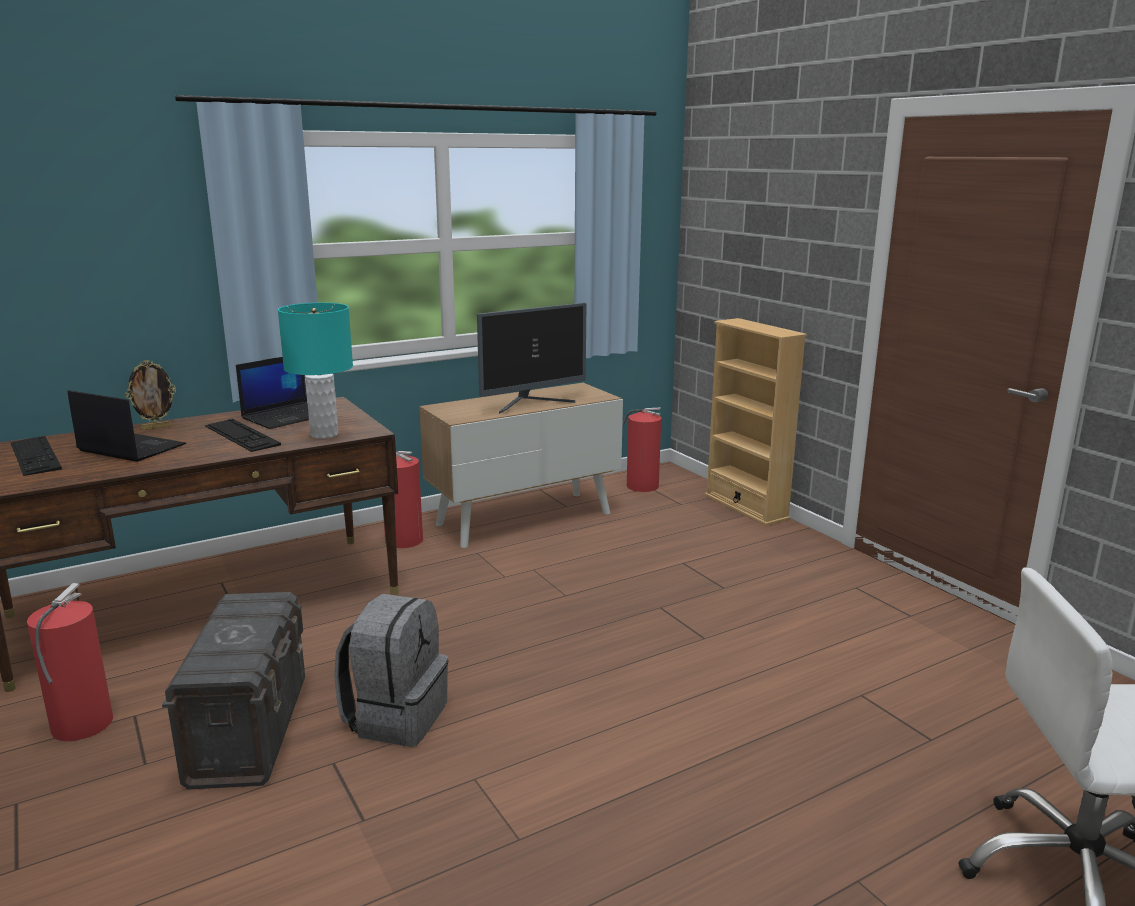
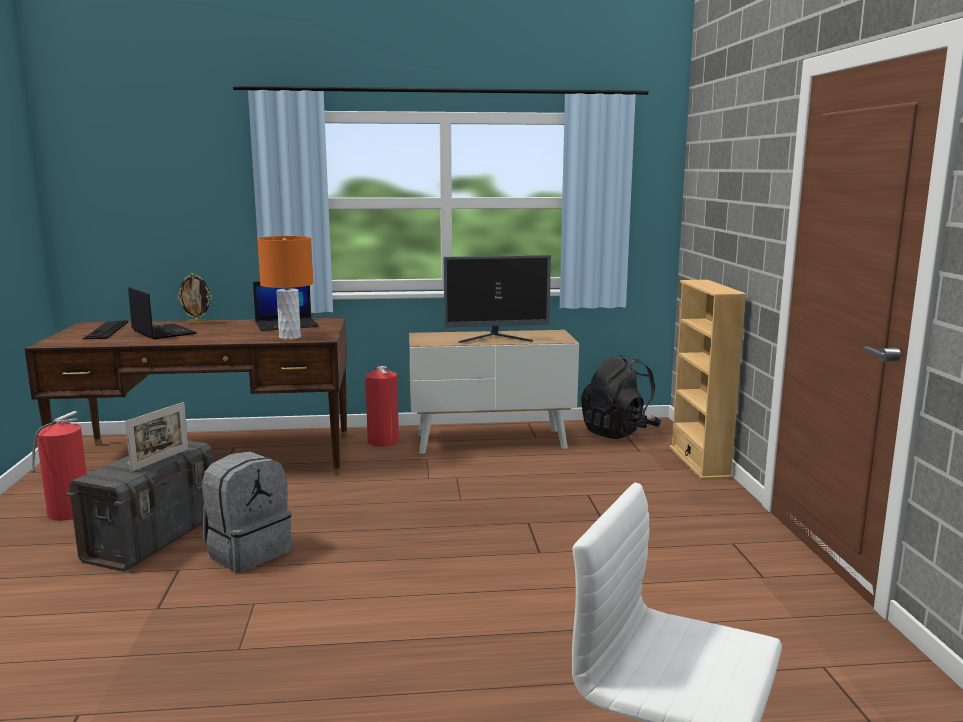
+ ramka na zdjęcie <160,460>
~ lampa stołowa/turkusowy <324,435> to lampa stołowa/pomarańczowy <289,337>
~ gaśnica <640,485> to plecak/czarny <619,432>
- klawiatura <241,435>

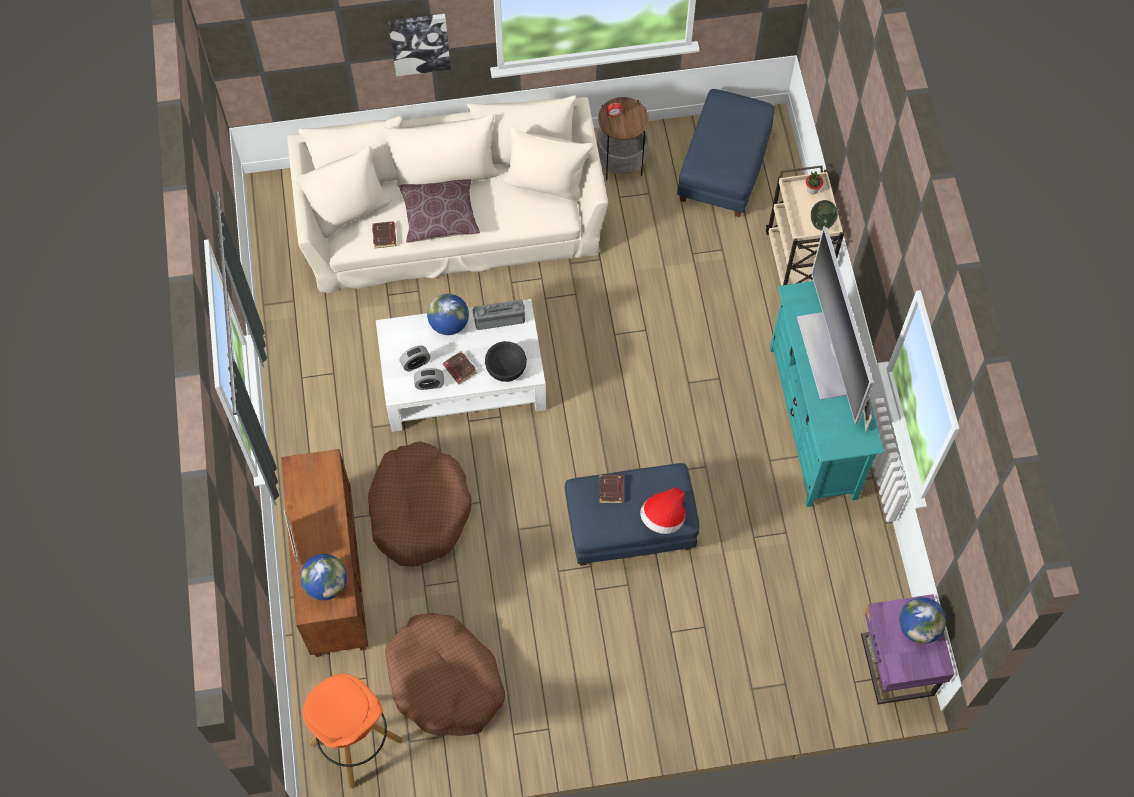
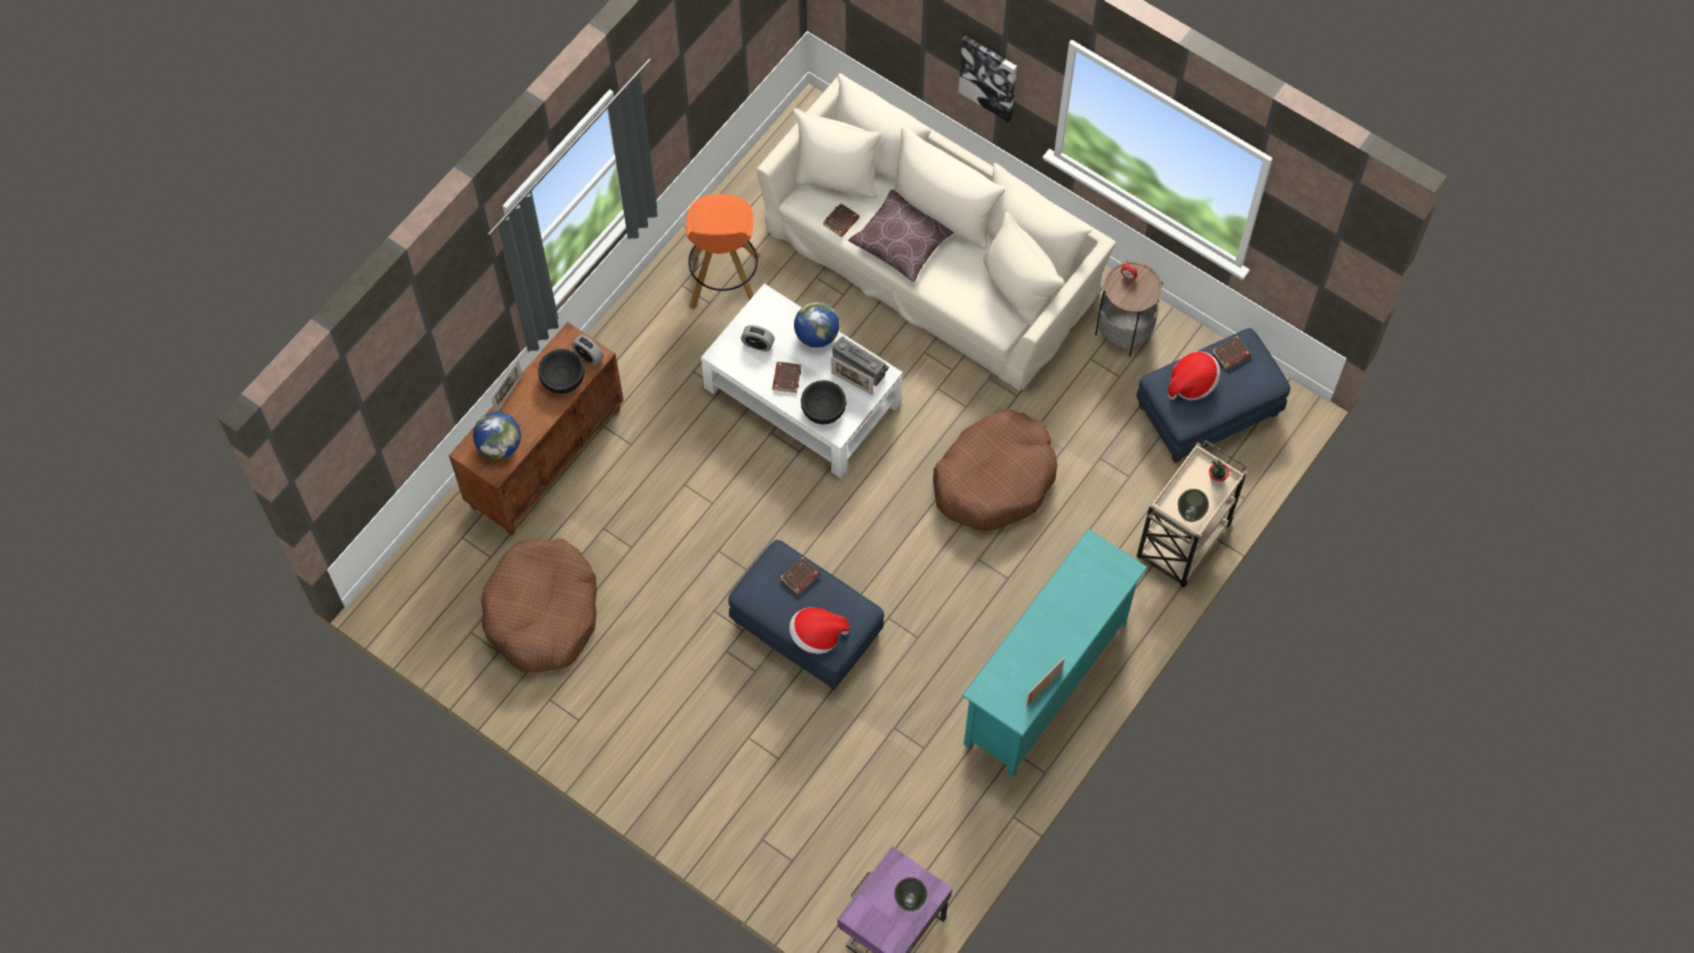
+ miska/czarny <563,378>
~ budzik <429,384> to <588,356>
~ stołek/pomarańczowy <357,743> to <724,283>
+ ramka na zdjęcie <852,384>
~ globus <918,627> to wazon <910,900>
~ legowisko/brązowy <419,509> to <994,478>
+ kapelusz <1191,383>
+ książka/brązowy <1231,355>
- telewizor <824,355>

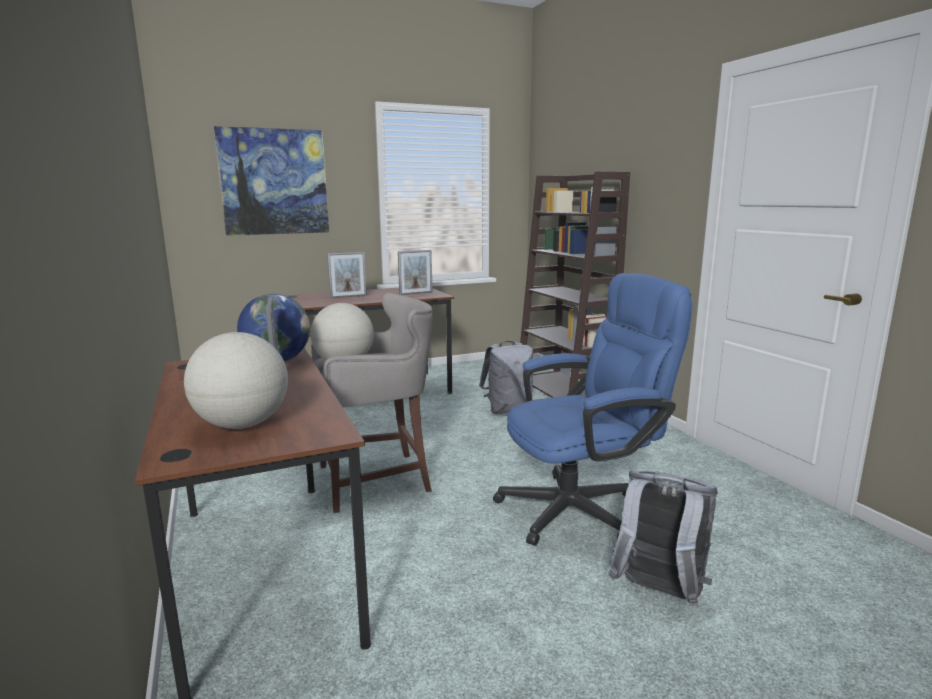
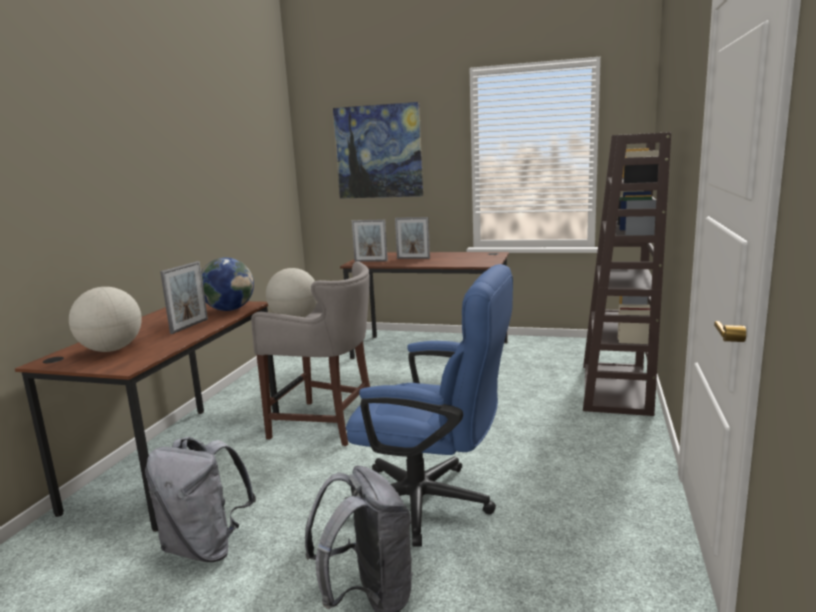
~ plecak/szary <508,410> to <206,547>
~ ramka na zdjęcie <416,293> to <371,261>

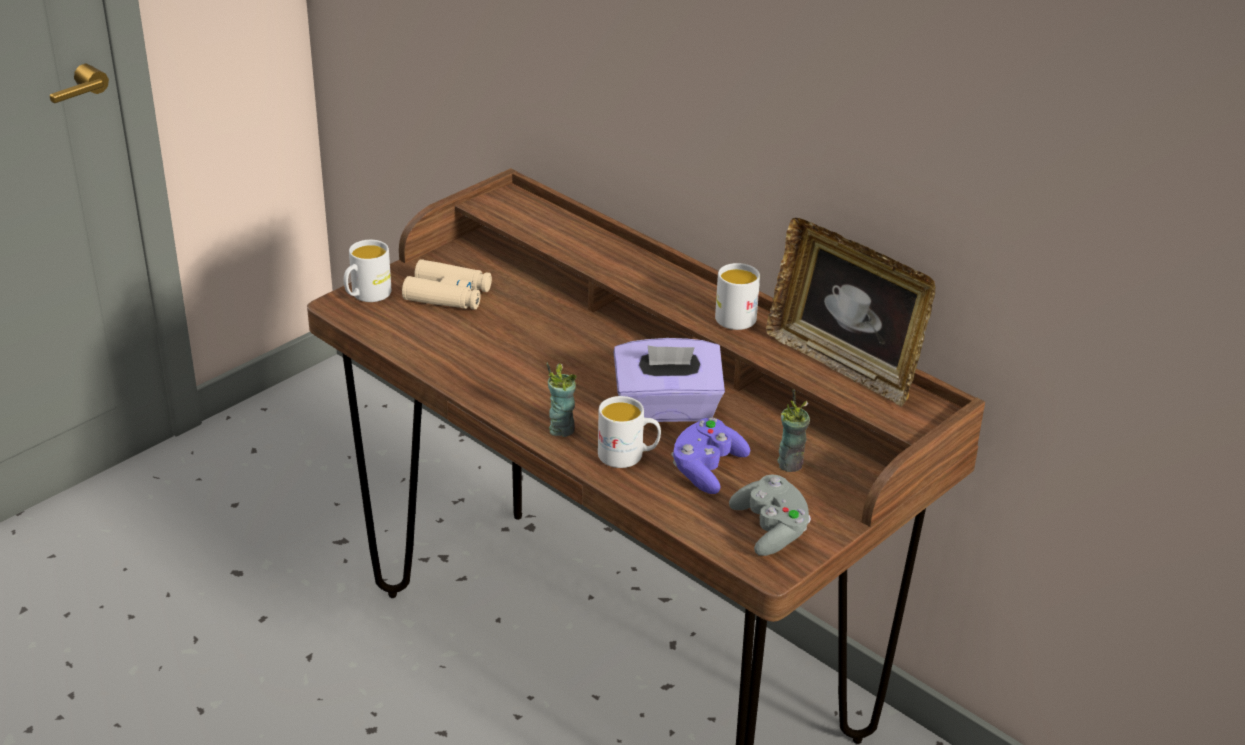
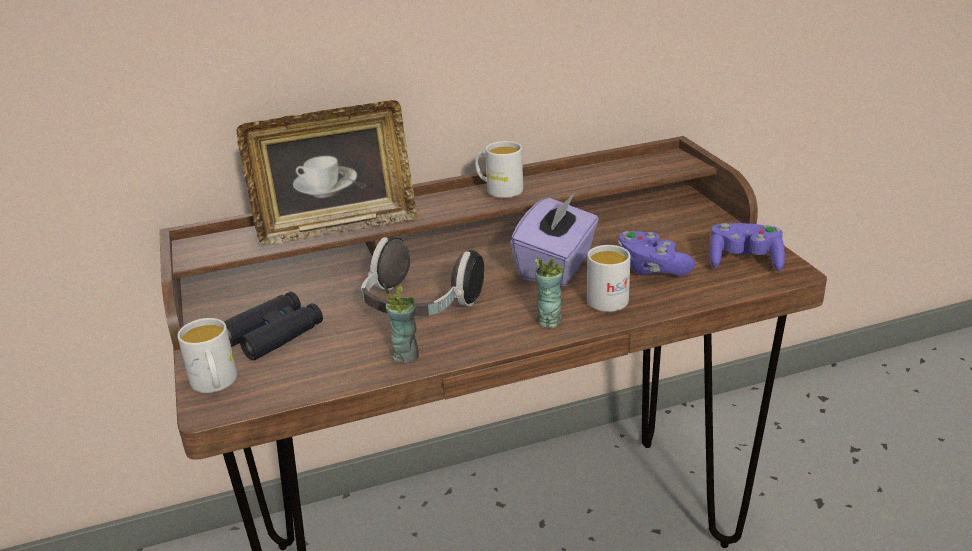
~ lornetka/beżowy <448,295> to lornetka/czarny <274,334>
~ ramka na zdjęcie <844,364> to <337,226>
+ słuchawki <419,307>
~ filiżanka <790,464> to <406,355>
~ pad do gier/szary <770,530> to pad do gier/fioletowy <744,261>

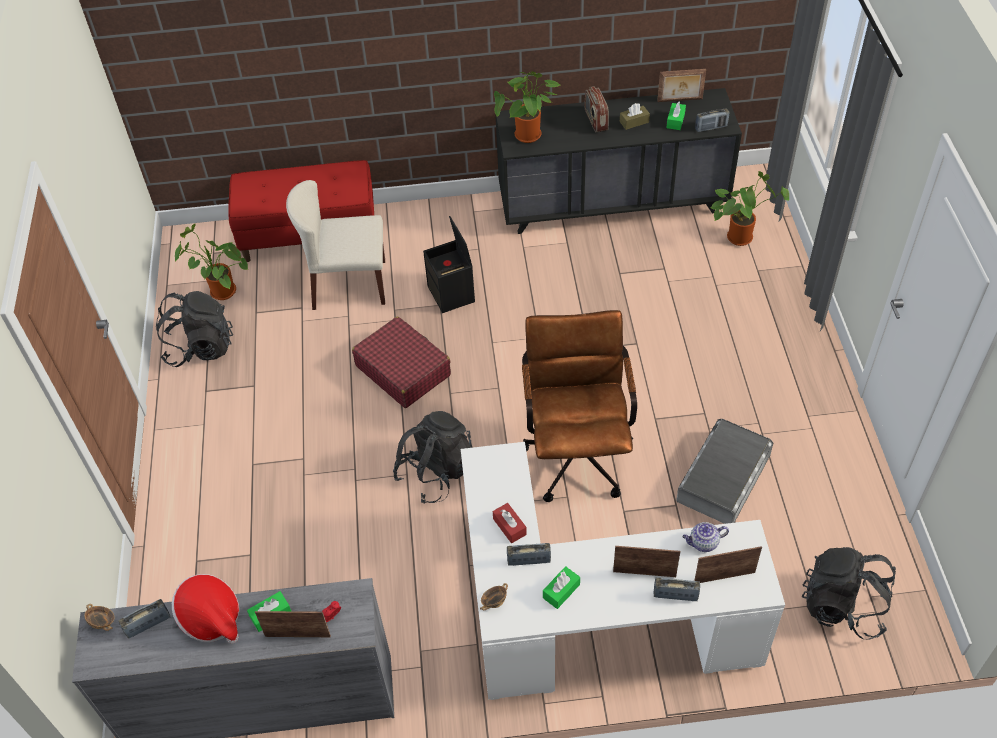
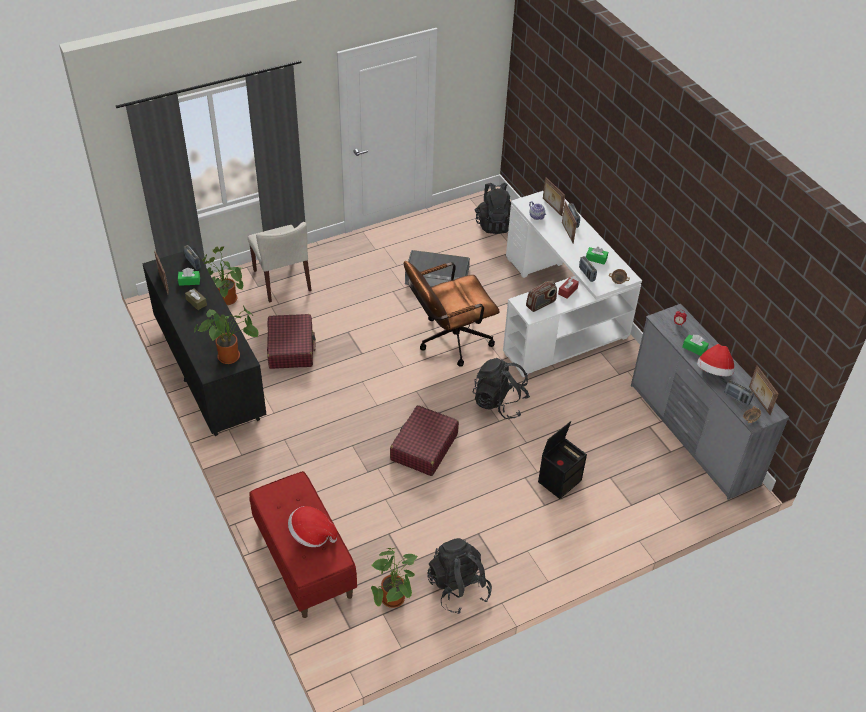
~ krzesło/beżowy <348,284> to <282,280>
+ walizka/czerwony <291,348>
+ kapelusz <312,534>
~ radio <595,120> to <541,304>
~ pojemnik do przechowywania/czarny <452,294> to <559,480>
~ ramka na zdjęcie <298,635> to <758,401>

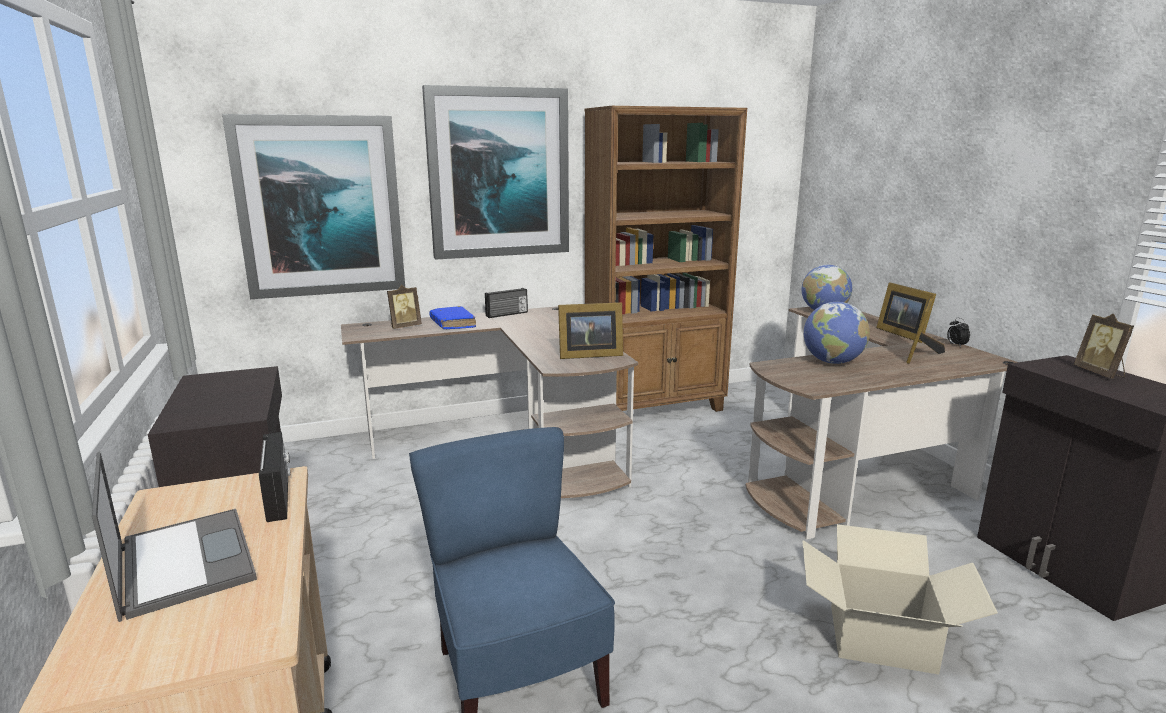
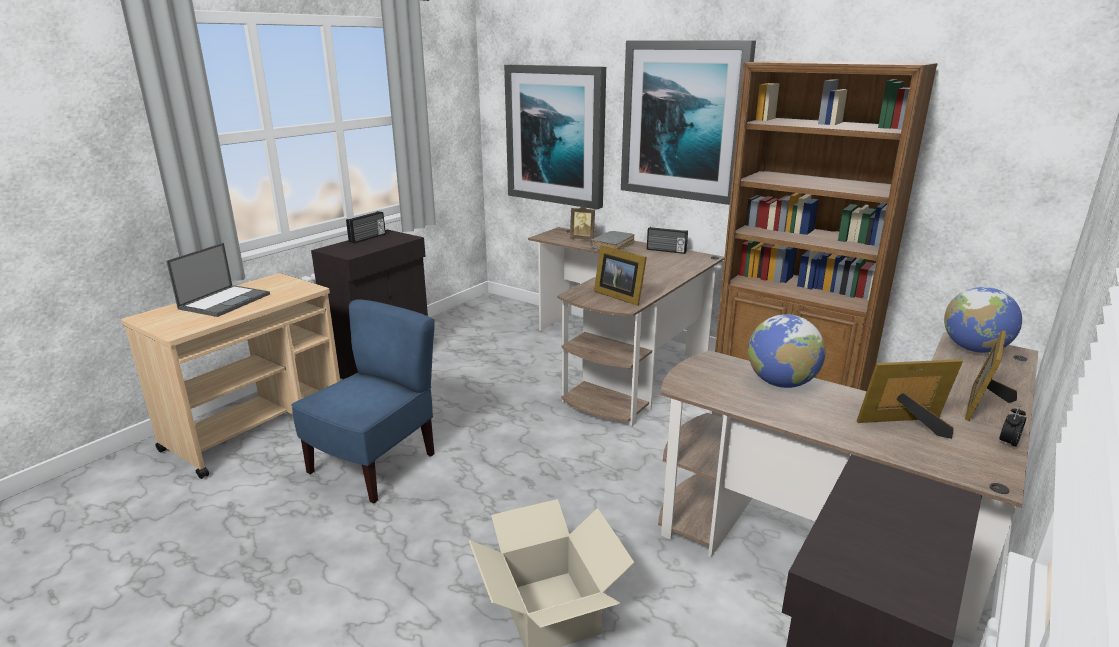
~ radio <280,497> to <368,238>
~ książka/niebieski <452,324> to książka/szary <612,246>
- ramka na zdjęcie <1100,373>

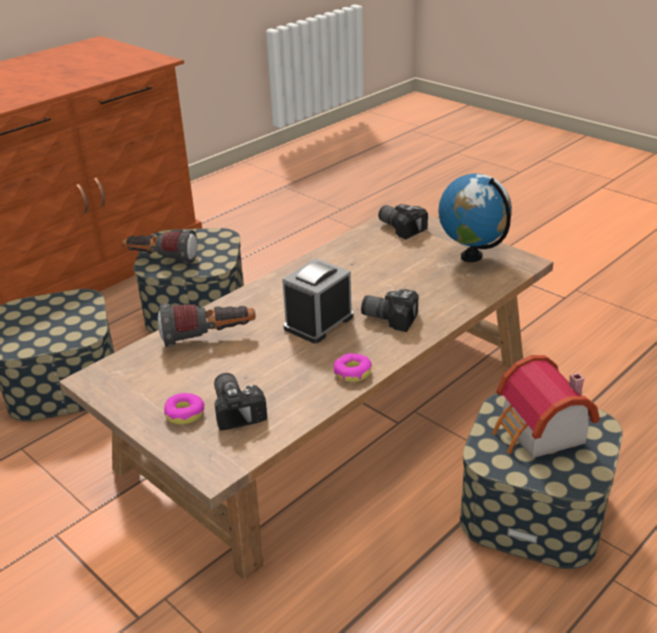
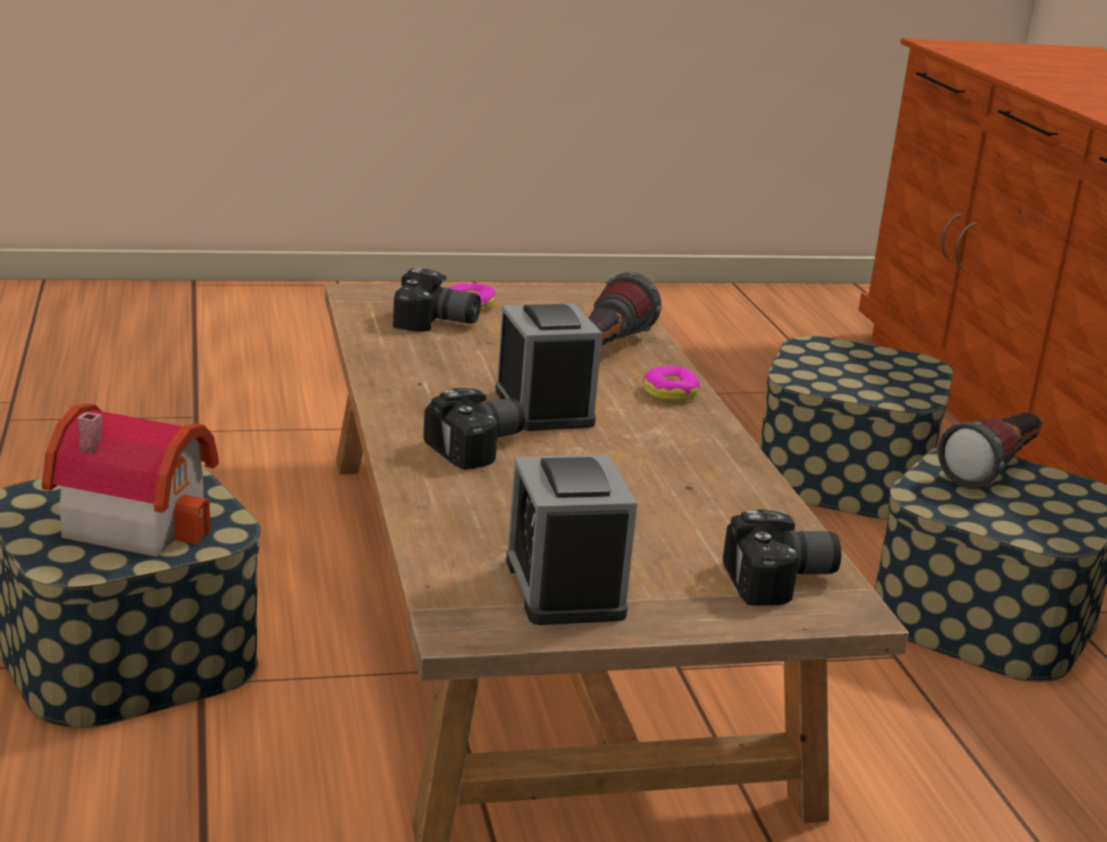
~ globus <472,256> to budzik <564,588>
~ donut <352,372> to <670,393>

